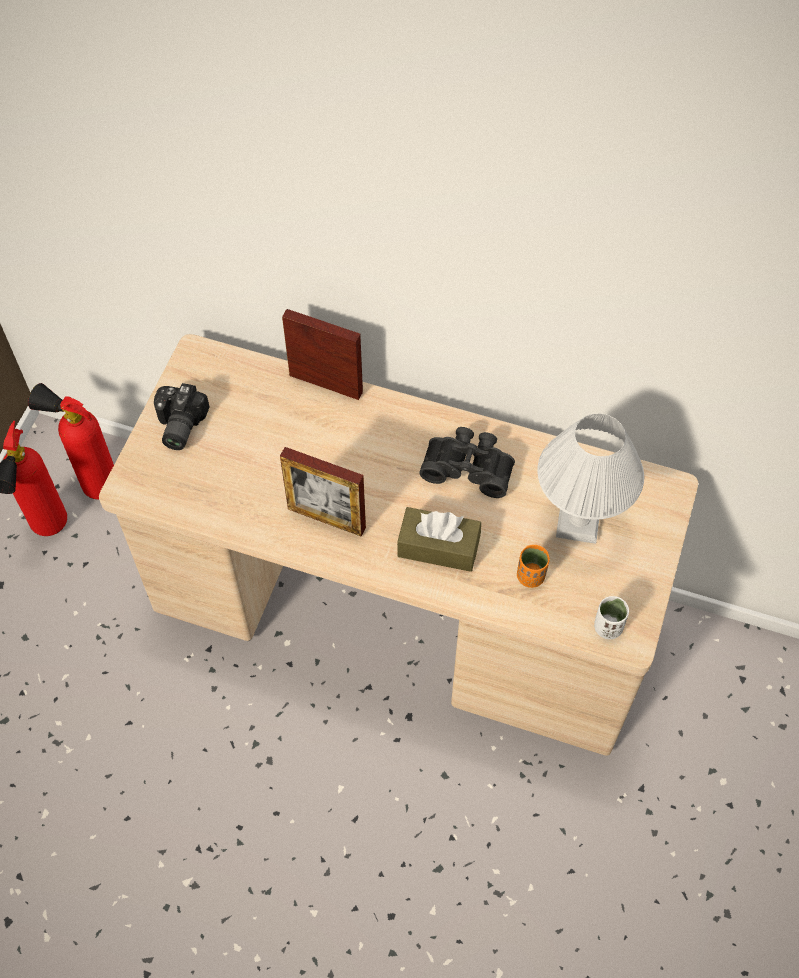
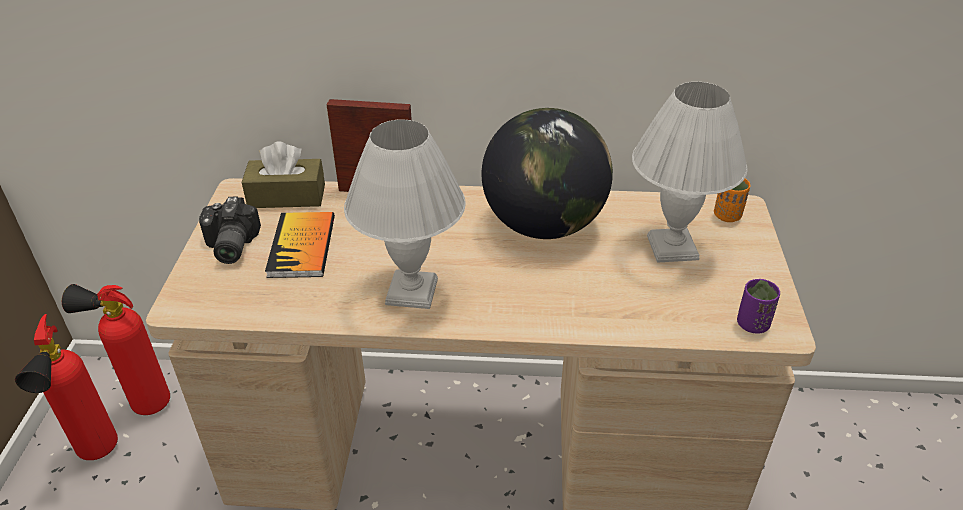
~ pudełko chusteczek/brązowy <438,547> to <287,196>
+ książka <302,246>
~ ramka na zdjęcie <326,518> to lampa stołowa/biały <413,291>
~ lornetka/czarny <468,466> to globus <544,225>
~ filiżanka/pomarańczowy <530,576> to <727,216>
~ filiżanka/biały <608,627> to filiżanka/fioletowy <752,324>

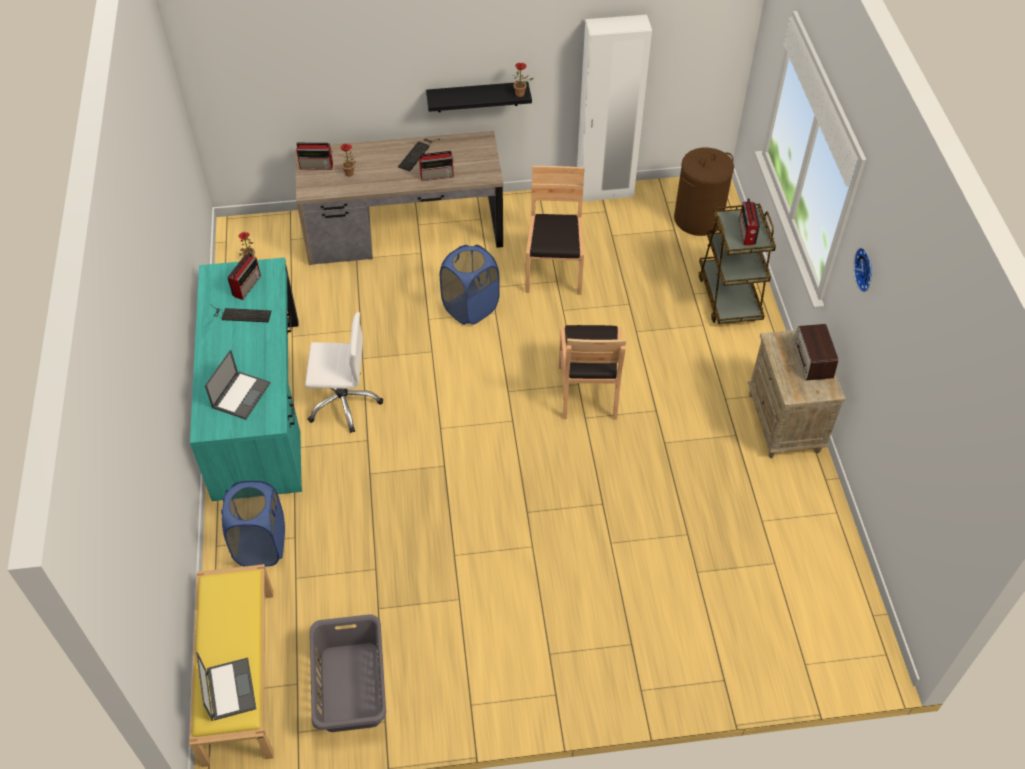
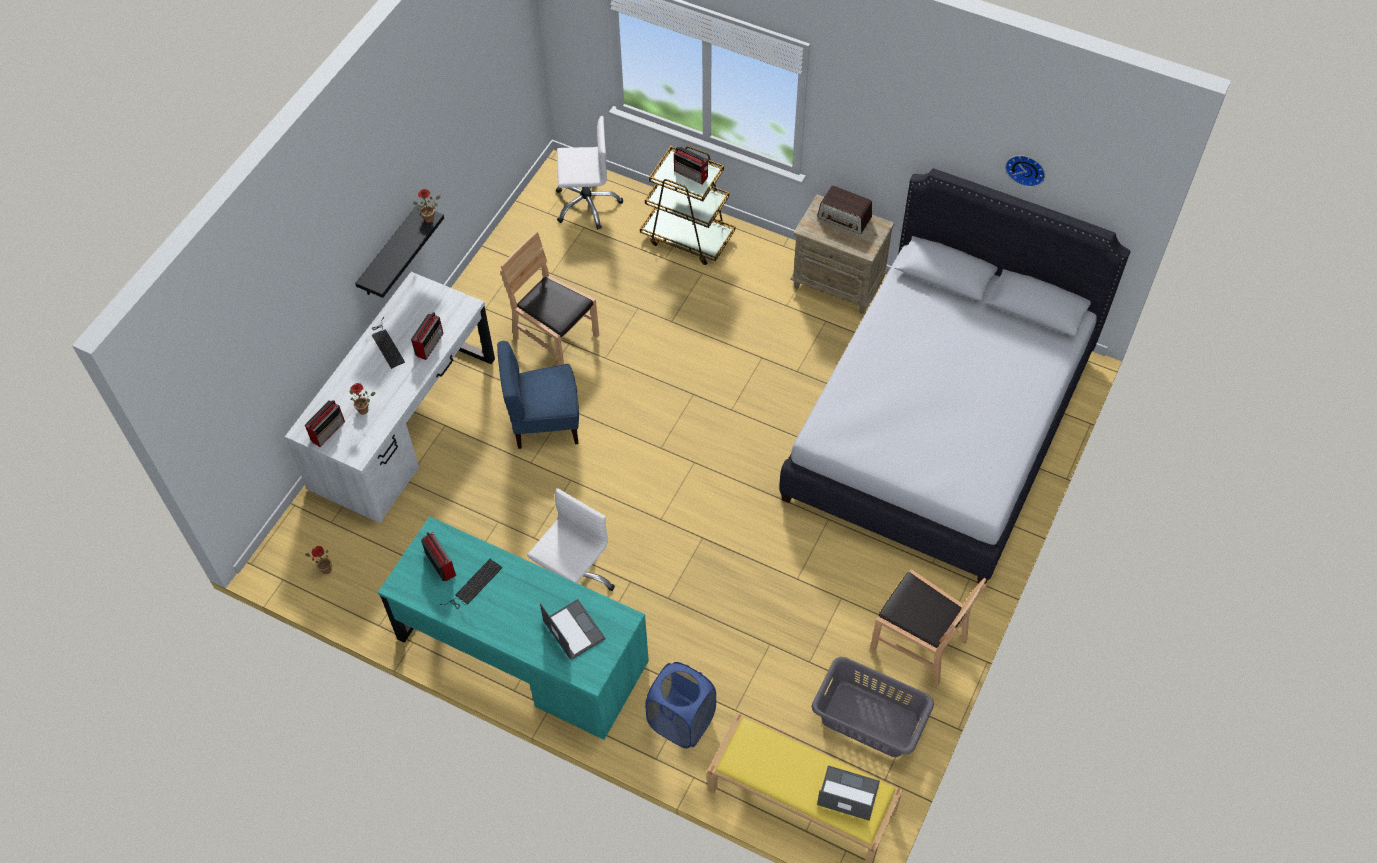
~ biurko/brązowy <404,230> to biurko/biały <404,423>
~ kosz na pranie/niebieski <470,308> to krzesło/niebieski <545,423>
~ kosz na pranie/brązowy <698,219> to krzesło biurowe/biały <587,204>
+ łóżko/biały <938,425>
~ krzesło/brązowy <588,391> to <919,643>
~ zegar ścienny <866,269> to <1026,168>
- szafa/biały <604,192>

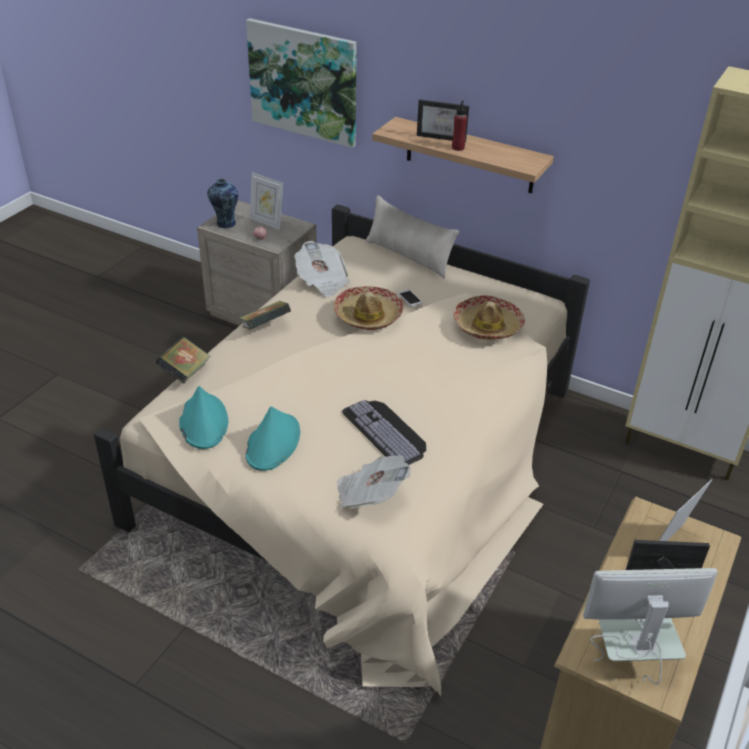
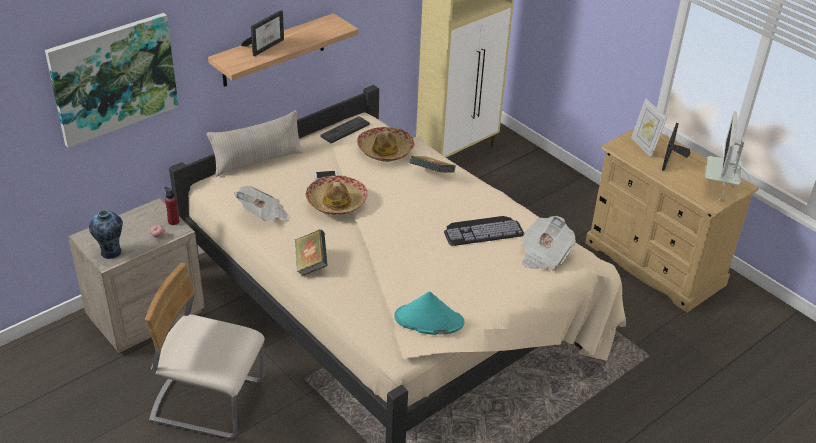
+ krzesło/beżowy <208,401>
~ butelka/czerwony <458,148> to <173,221>
+ klawiatura <345,130>
~ książka <185,372> to <432,174>
- kapelusz/turkusowy <273,443>
- ramka na zdjęcie <267,222>

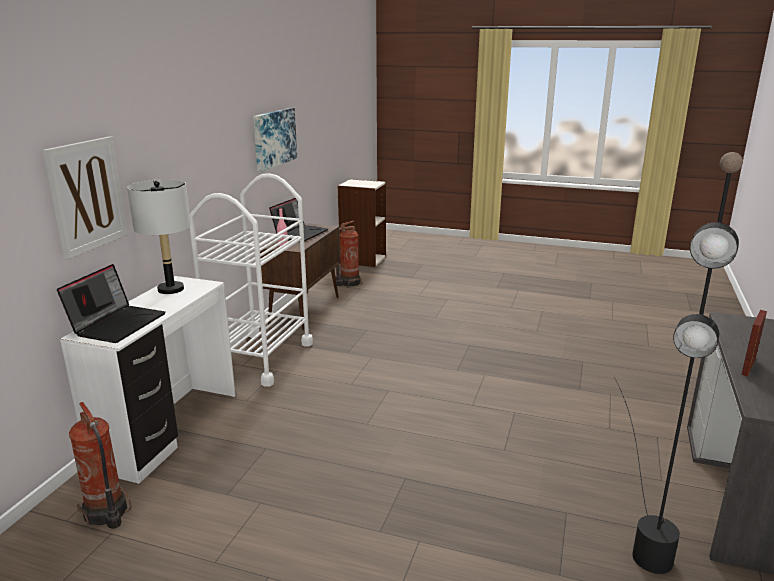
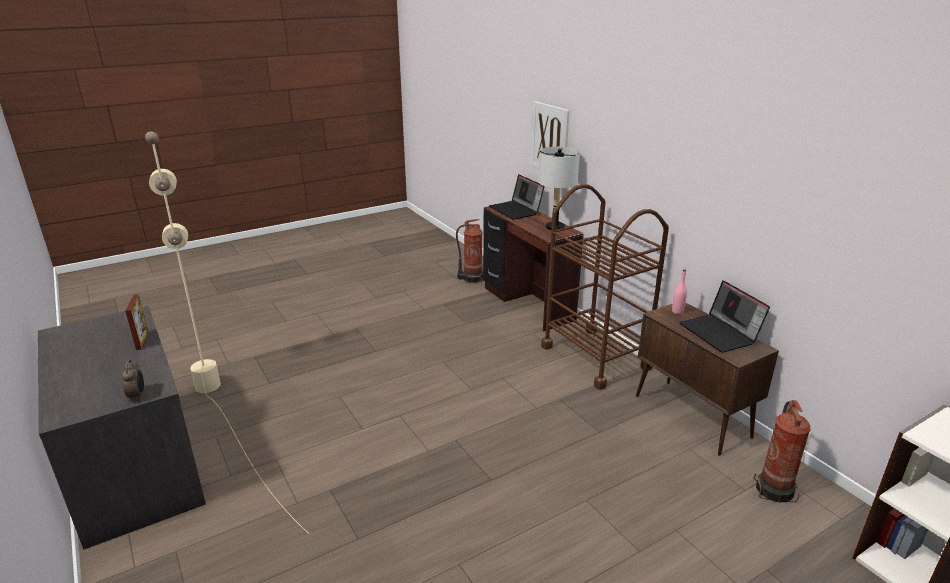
+ budzik <137,395>
~ lampa stojąca/czarny <641,491> to lampa stojąca/beżowy <228,420>
~ biurko/biały <170,430> to biurko/brązowy <526,304>
~ wózek/biały <260,358> to wózek/brązowy <595,357>
- obraz <274,138>

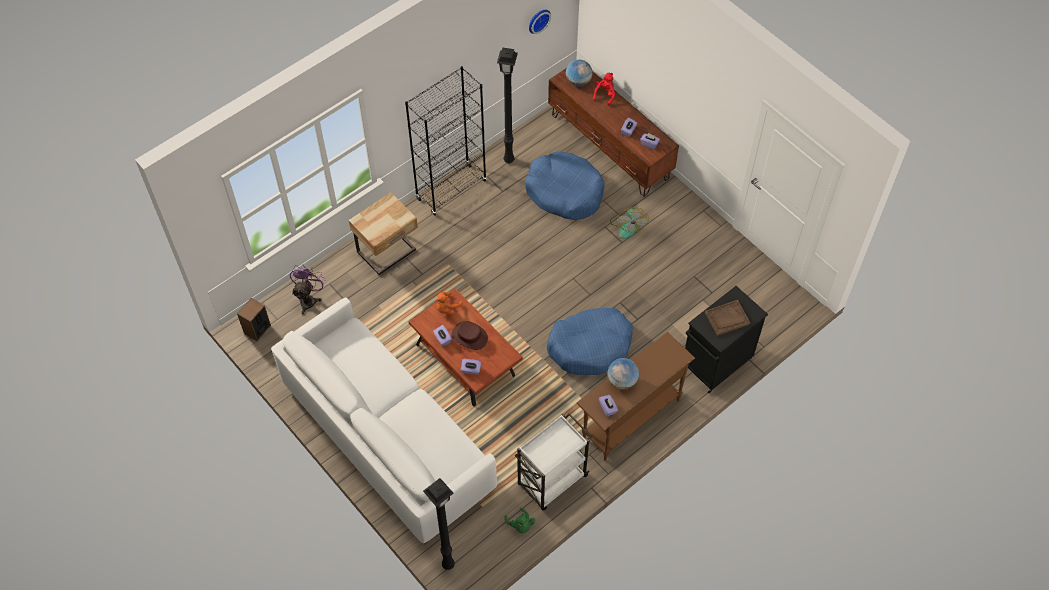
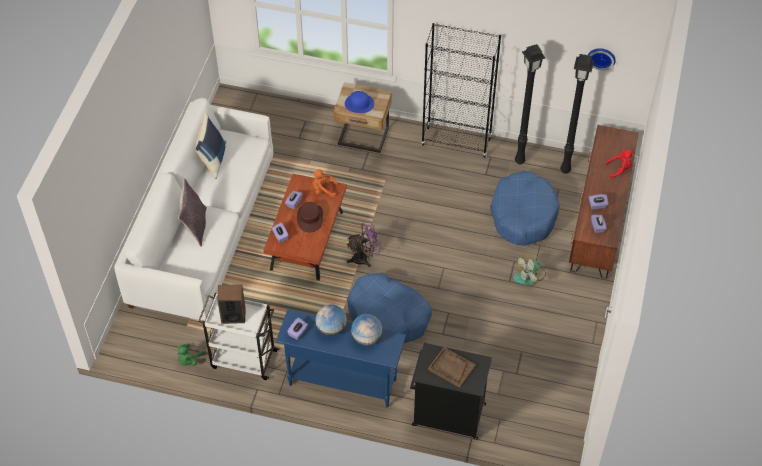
+ poduszka/szary <195,226>
+ poduszka/niebieski <213,159>
~ głośnik <257,329> to <233,315>
~ stolik konsolowy/brązowy <630,419> to stolik konsolowy/niebieski <342,381>
+ kapelusz/niebieski <359,103>
~ wentylator/fioletowy <309,299> to <364,258>
~ globus <578,81> to <367,338>
~ lampa stojąca/czarny <447,564> to <564,169>

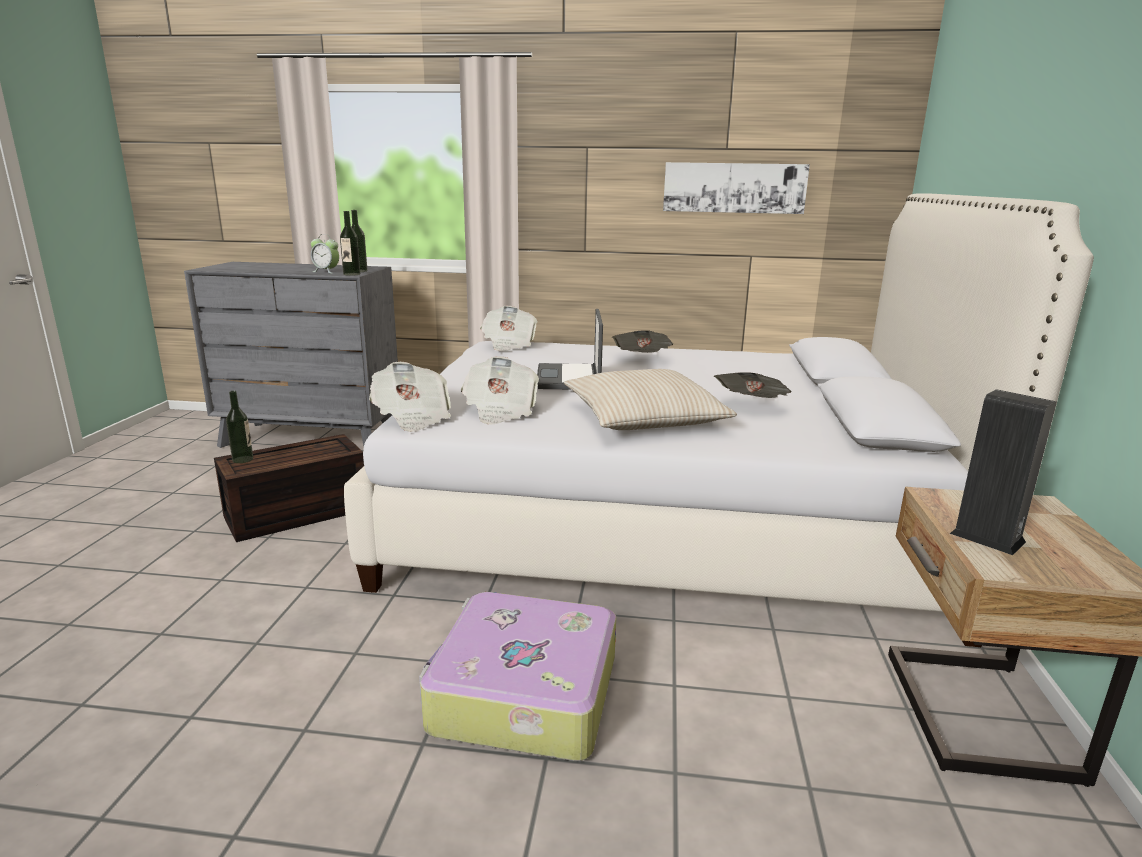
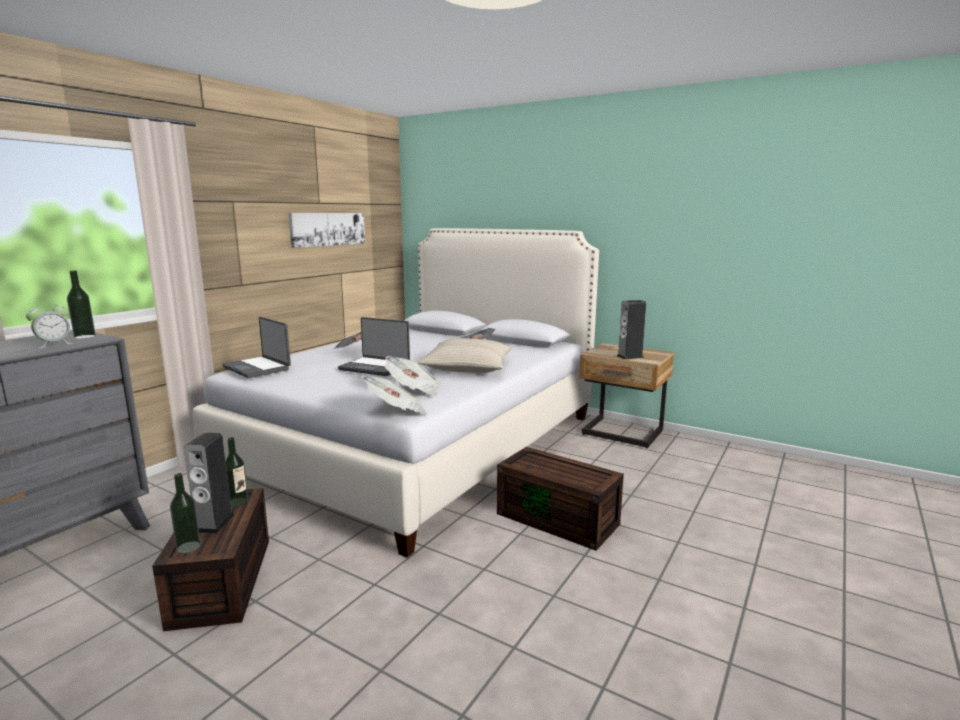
+ głośnik <214,523>
~ gazeta <508,344> to laptop <258,368>
~ butelka <351,274> to <238,502>
~ walizka <522,694> to pojemnik do przechowywania/brązowy <559,519>

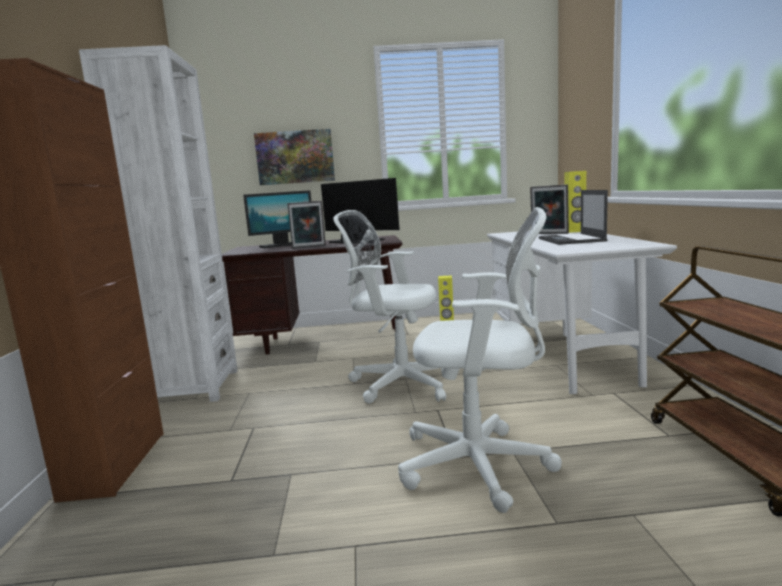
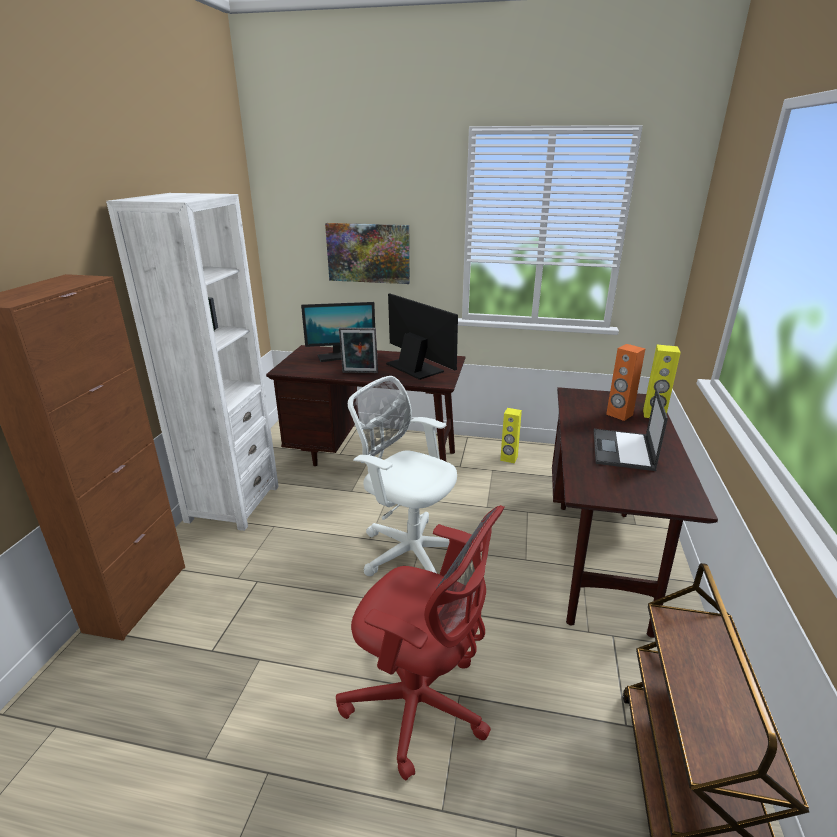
~ krzesło biurowe/biały <481,465> to krzesło biurowe/czerwony <420,705>
~ biurko/biały <563,355> to biurko/brązowy <599,552>
~ ramka na zdjęcie <549,234> to głośnik/pomarańczowy <619,415>

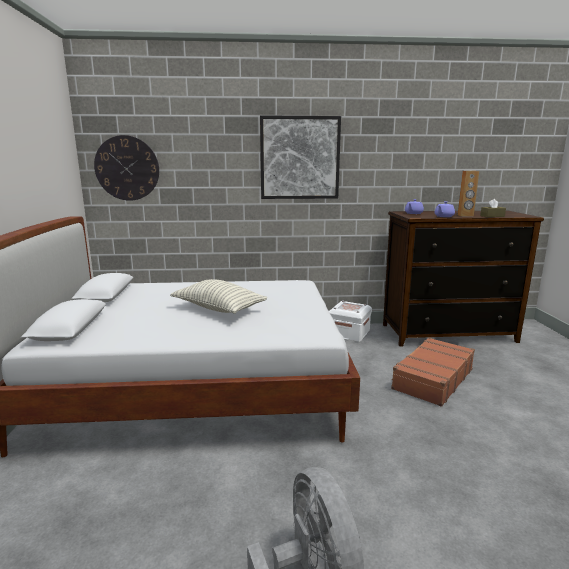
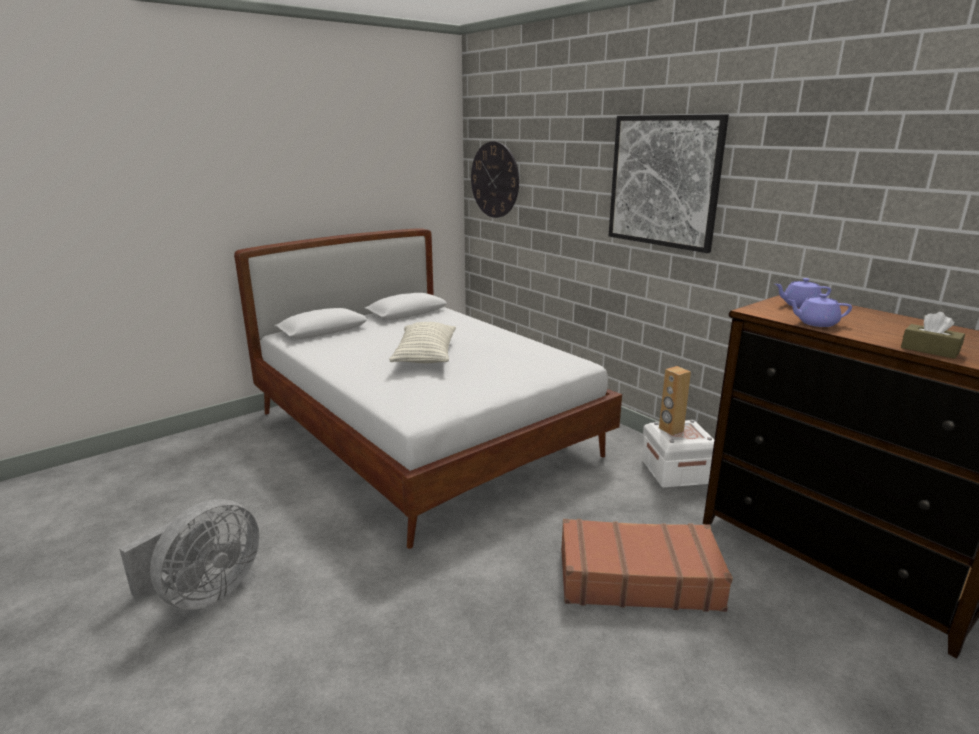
~ głośnik/brązowy <465,215> to <670,430>

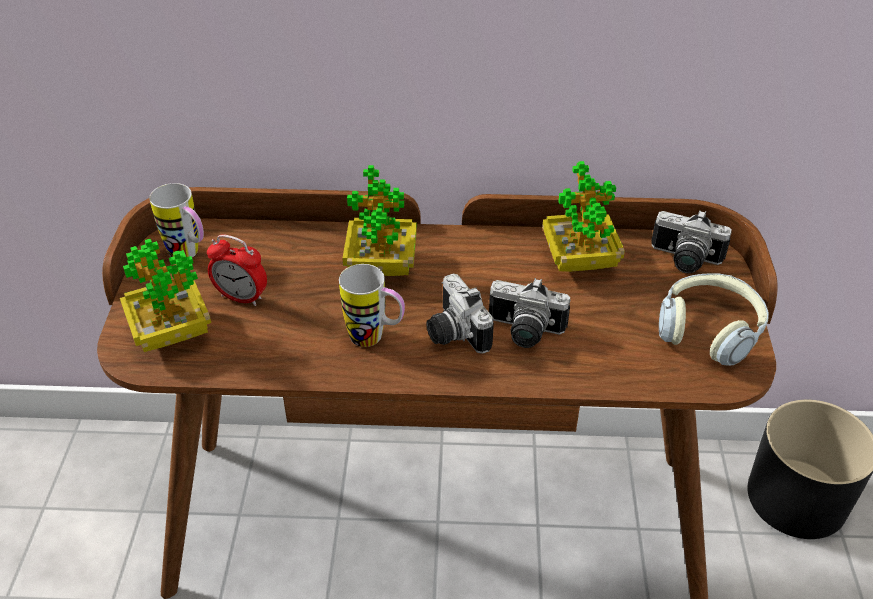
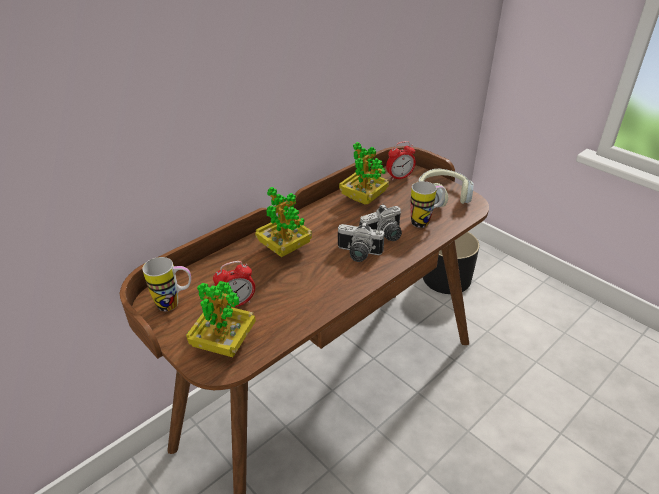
~ aparat fotograficzny <683,261> to budzik <399,177>
~ kubek <375,339> to <425,221>

